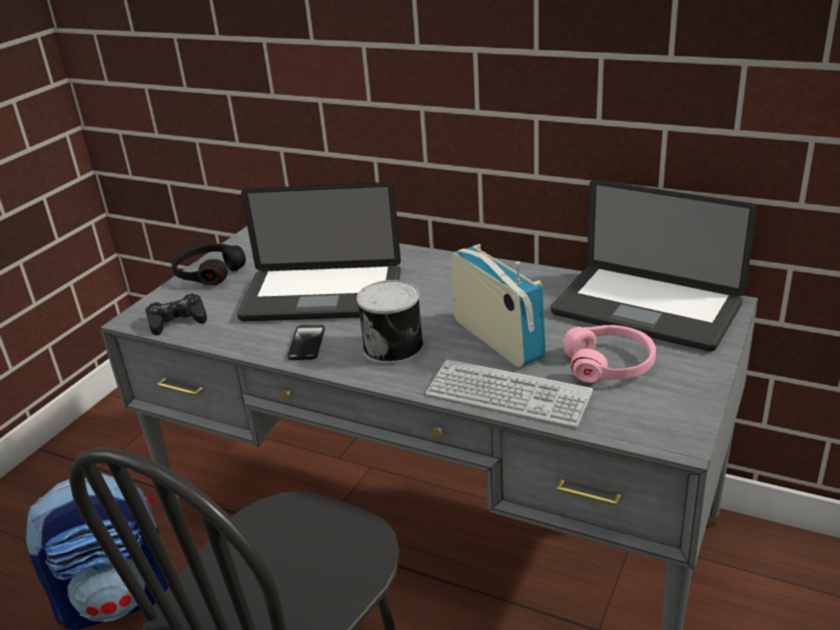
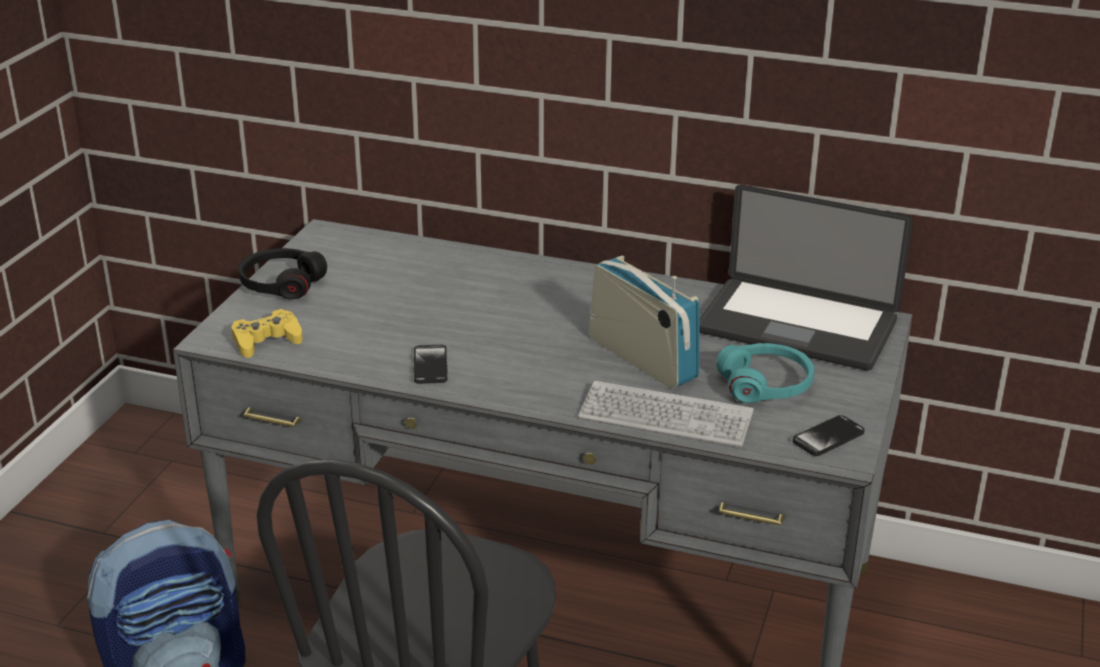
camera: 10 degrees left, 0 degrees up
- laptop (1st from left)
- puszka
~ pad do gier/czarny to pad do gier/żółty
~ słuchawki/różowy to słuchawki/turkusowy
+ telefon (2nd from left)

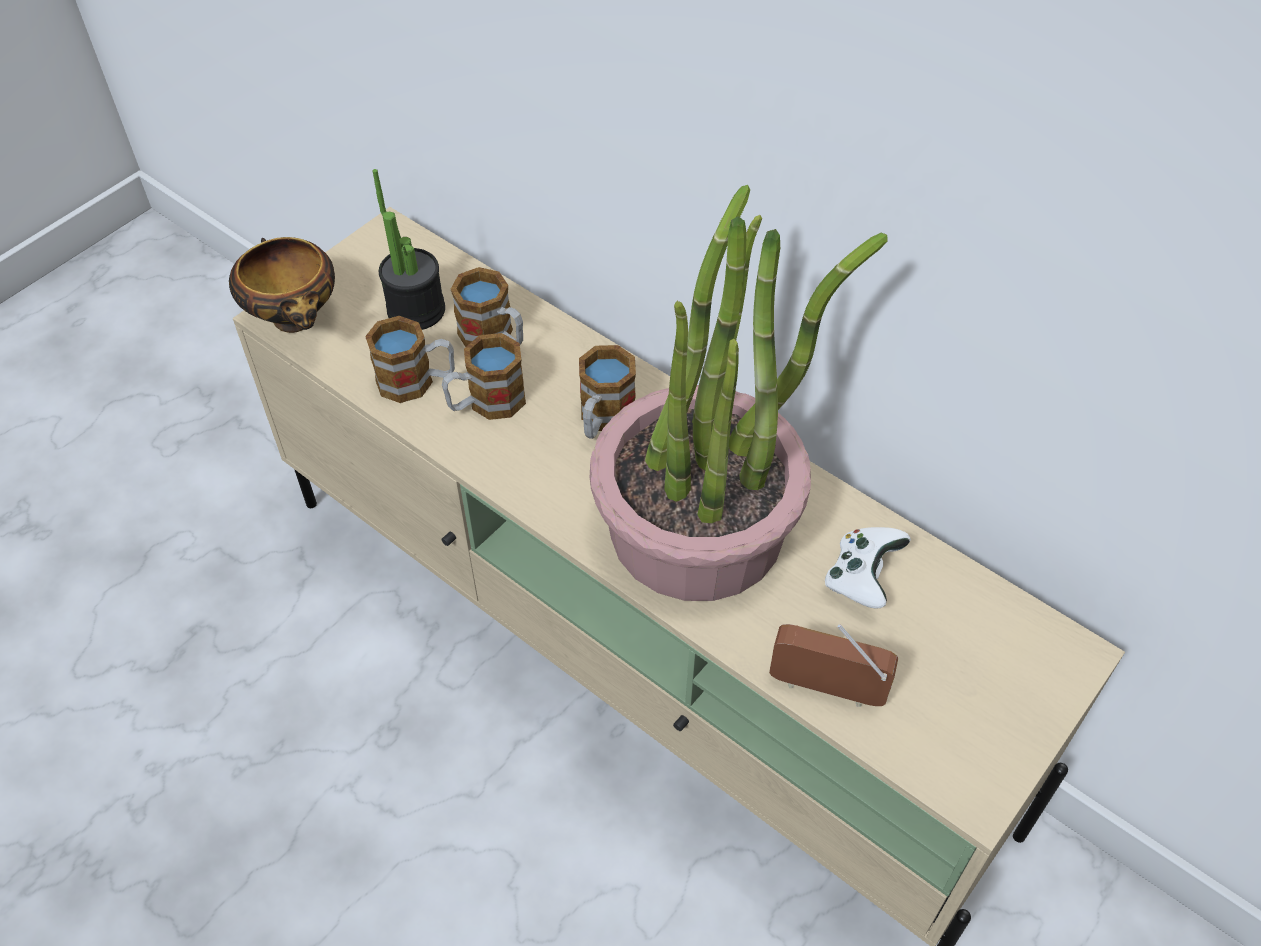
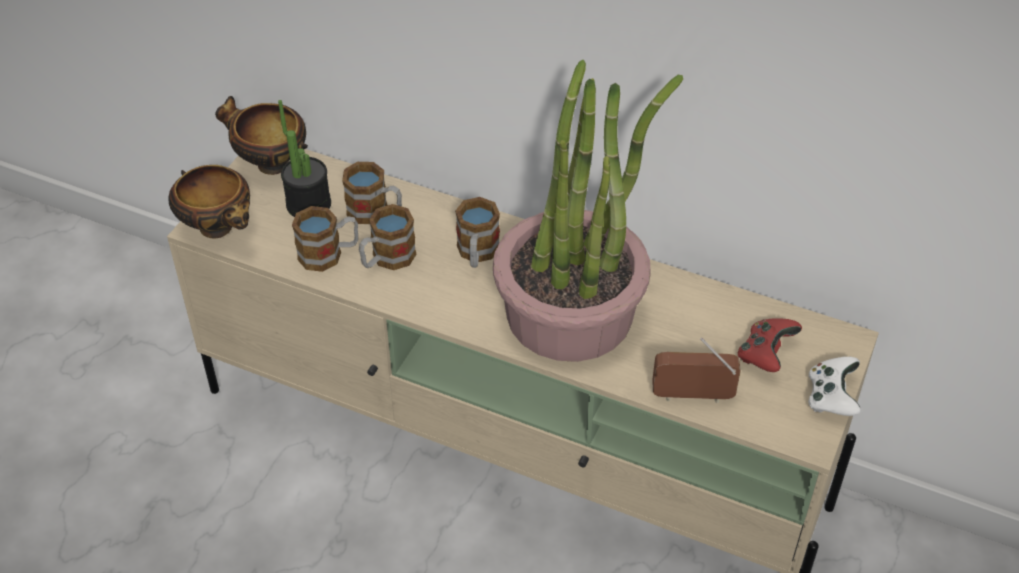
camera: 15 degrees left, 5 degrees down
~ pad do gier/biały
+ miska (2nd from left)
+ pad do gier/czerwony

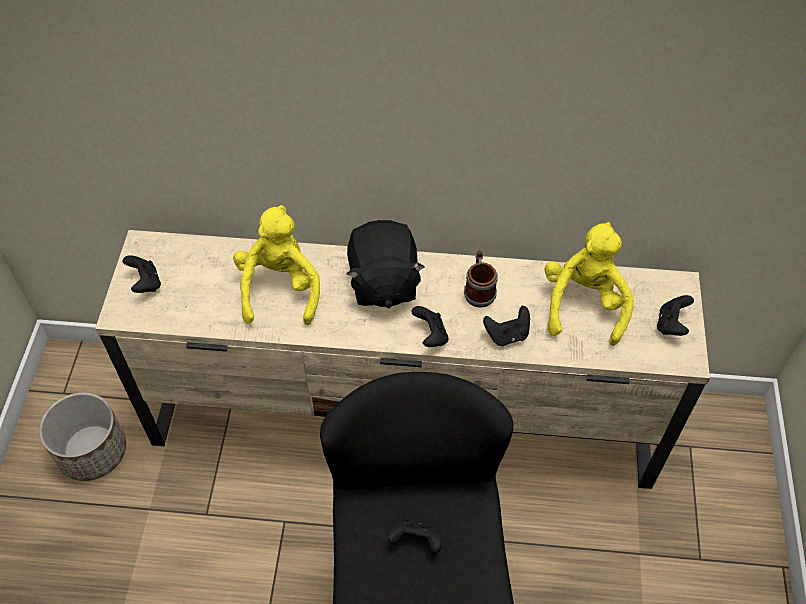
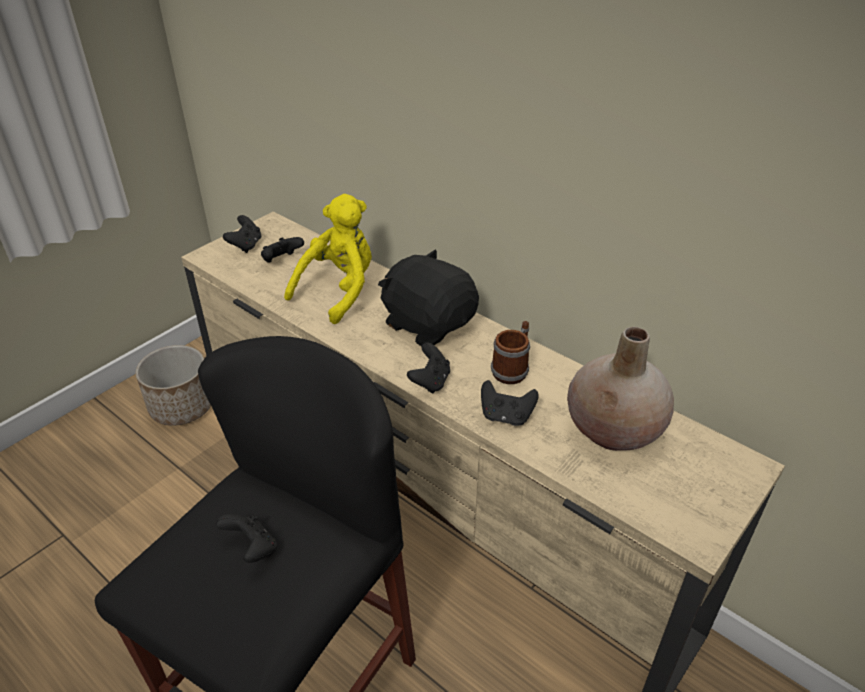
camera: 35 degrees right, 15 degrees down
~ pluszak/czarny 105 degrees clockwise
~ pluszak/żółty (2nd from left) to wazon/beżowy
~ pad do gier/czarny (5th from left in the first image) to pad do gier/czarny (3rd from left)

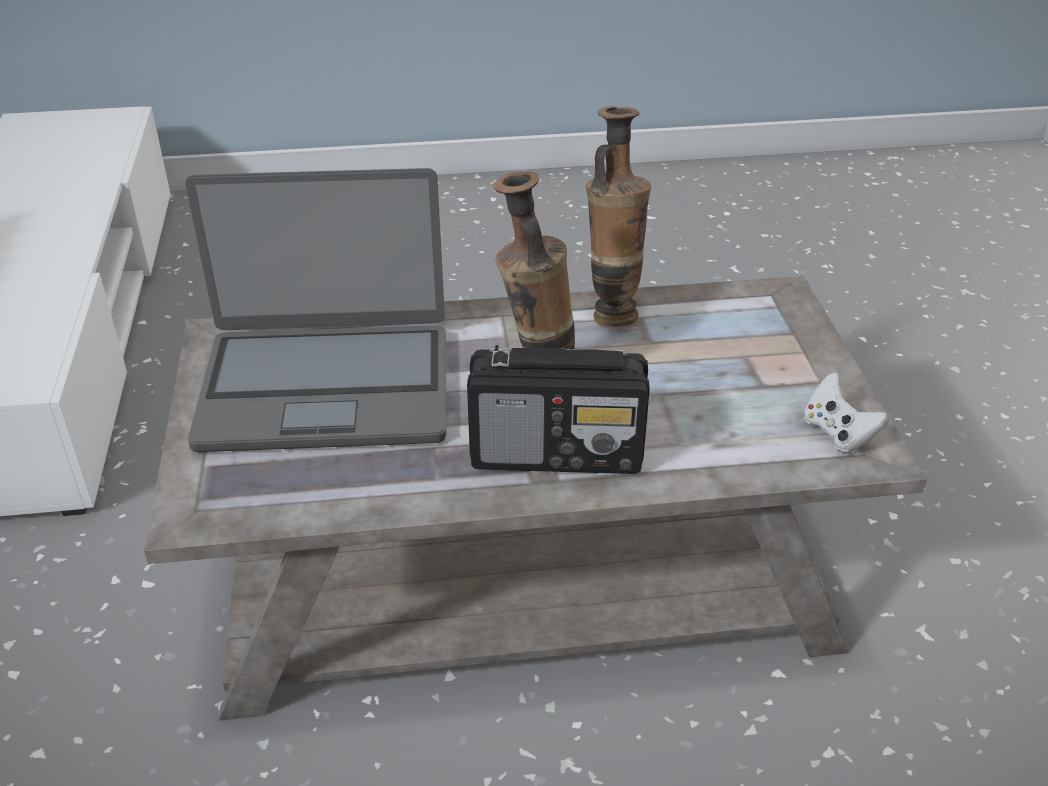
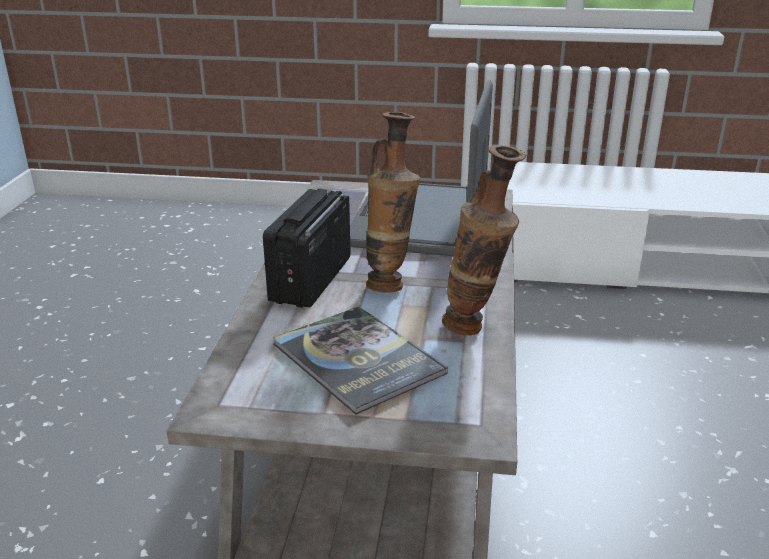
camera: 105 degrees right, 10 degrees down
- pad do gier/biały
+ książka

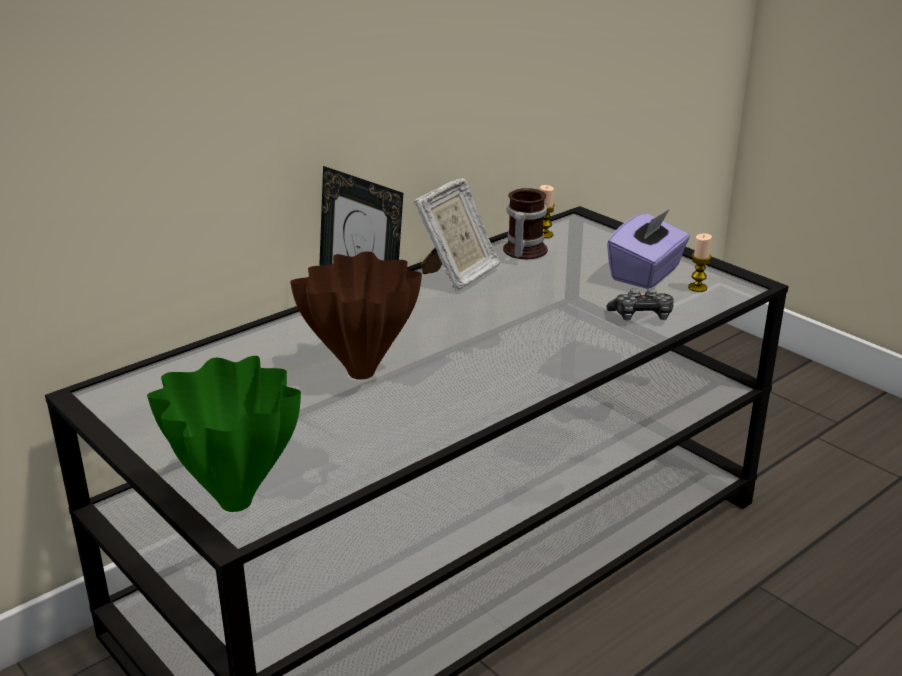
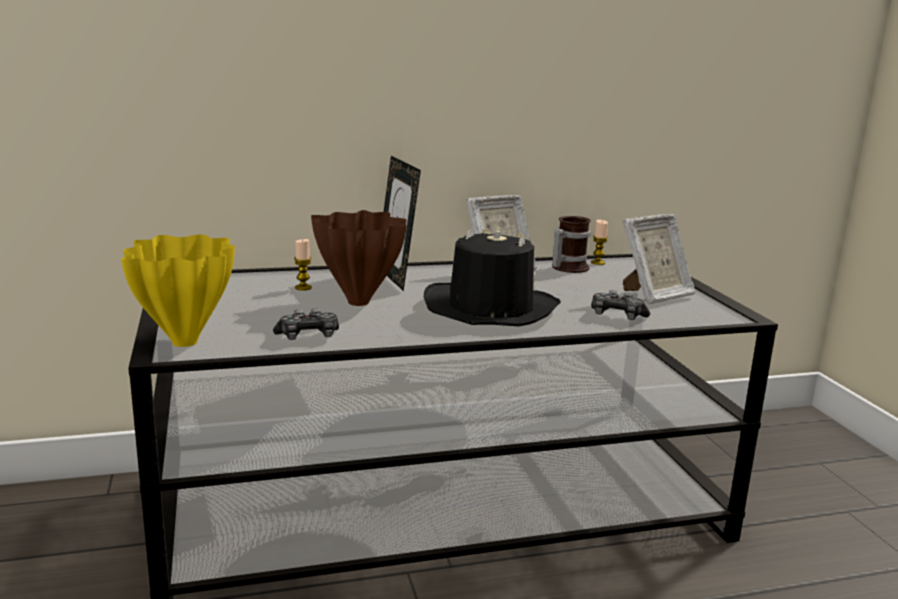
camera: 25 degrees right, 10 degrees down
~ pudełko chusteczek/fioletowy to ramka na zdjęcie (3rd from left)
~ świeca (2nd from left in the first image) to świeca (1st from left)
~ wazon/zielony to wazon/żółty
+ kapelusz/czarny
+ pad do gier (1st from left)

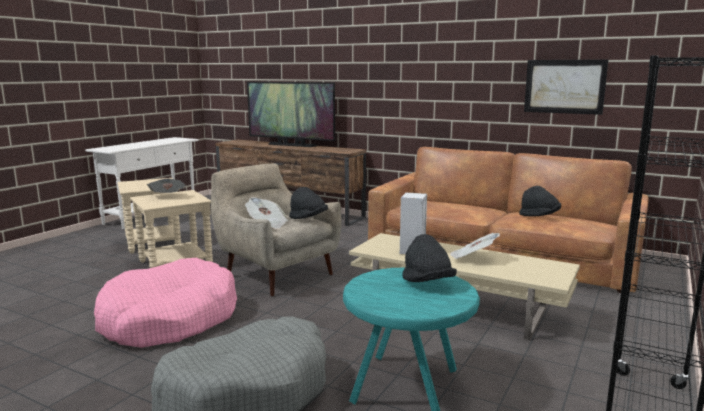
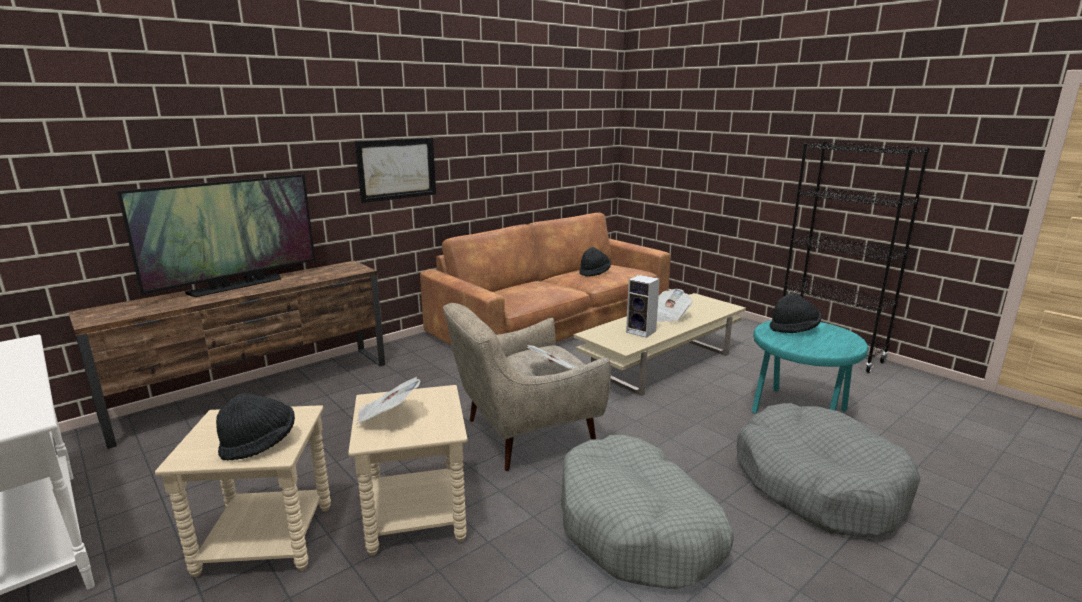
camera: 70 degrees left, 5 degrees up
~ obraz
~ kapelusz/czarny (1st from left)
~ legowisko/różowy to legowisko/szary (1st from left)

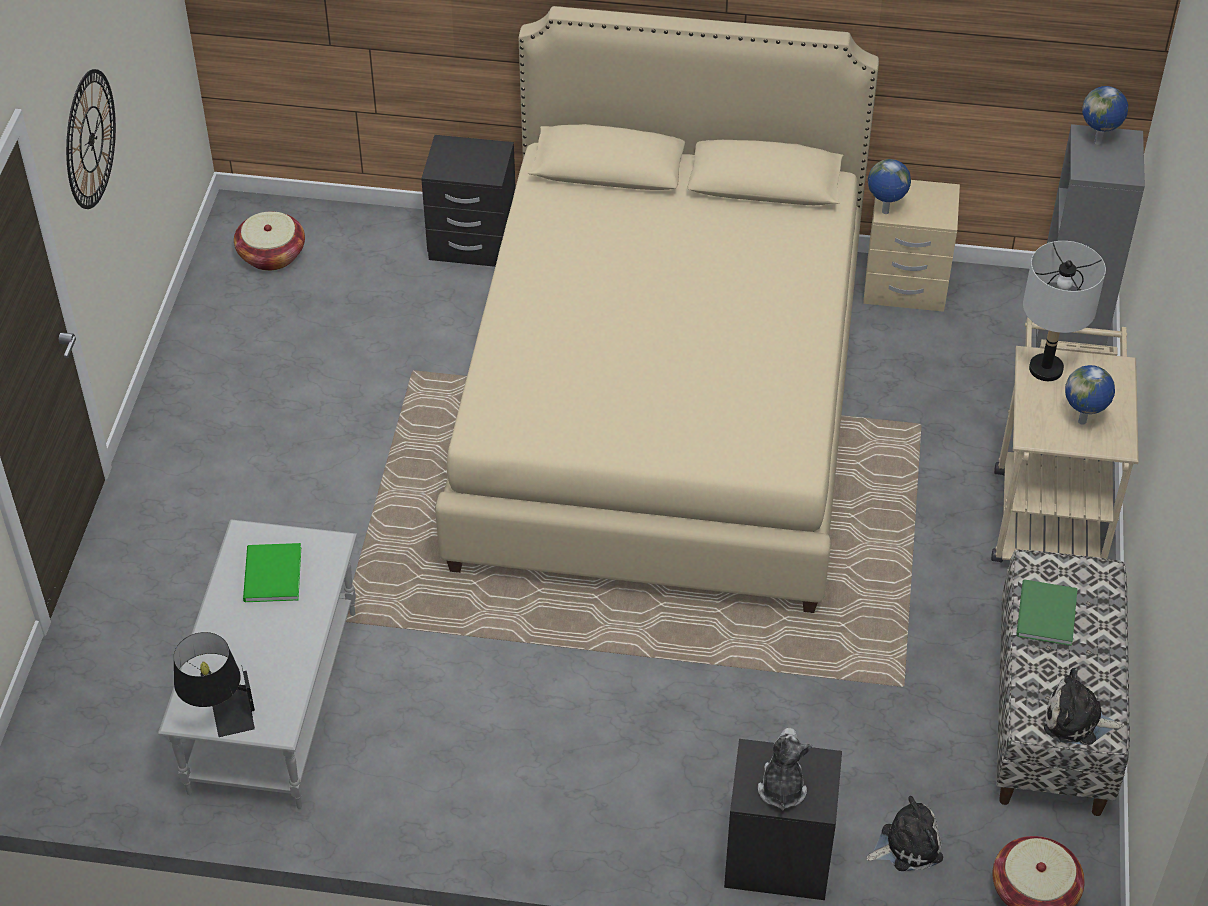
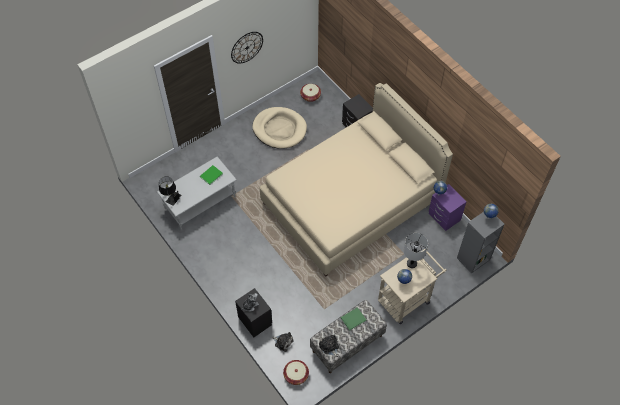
camera: 45 degrees right, 10 degrees up
~ szafka nocna/beżowy to szafka nocna/fioletowy
+ legowisko/beżowy

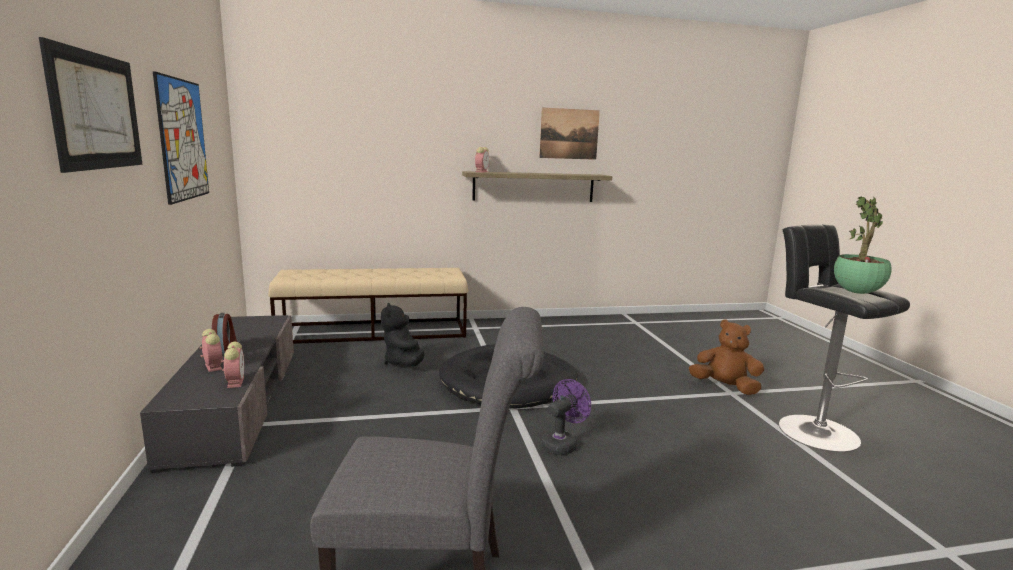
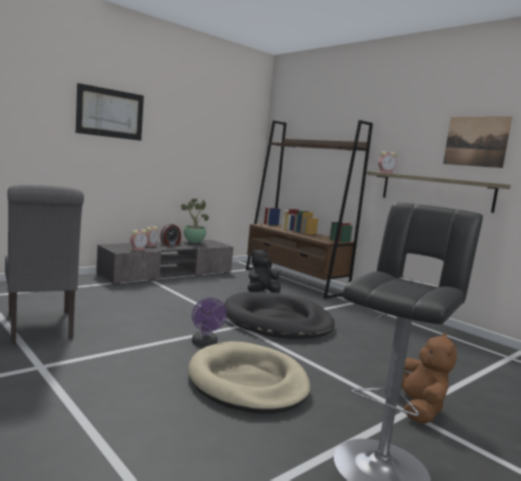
camera: 60 degrees right, 5 degrees down
- obraz (2nd from left)
~ roślina doniczkowa
~ ławka/beżowy to regał/brązowy
~ wentylator/fioletowy 60 degrees clockwise
+ legowisko/beżowy

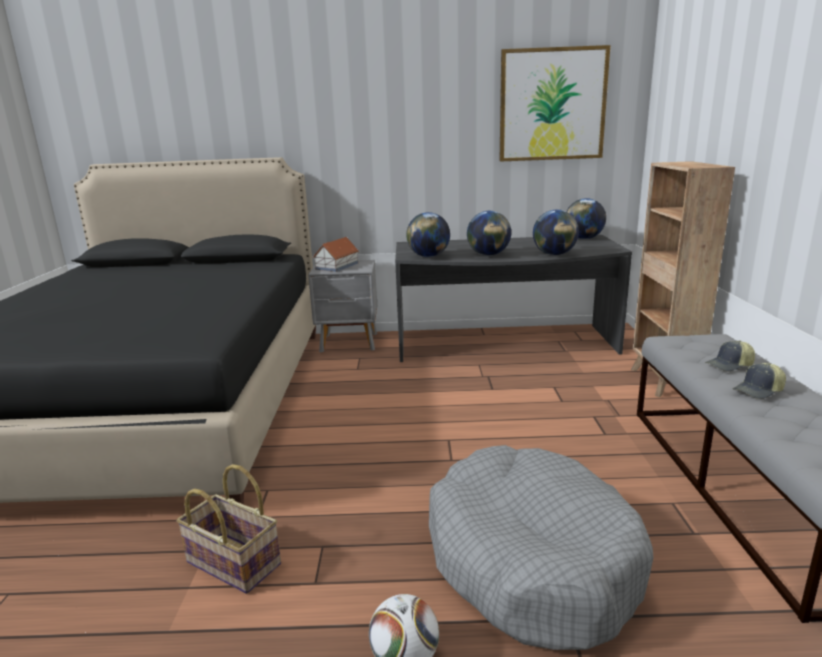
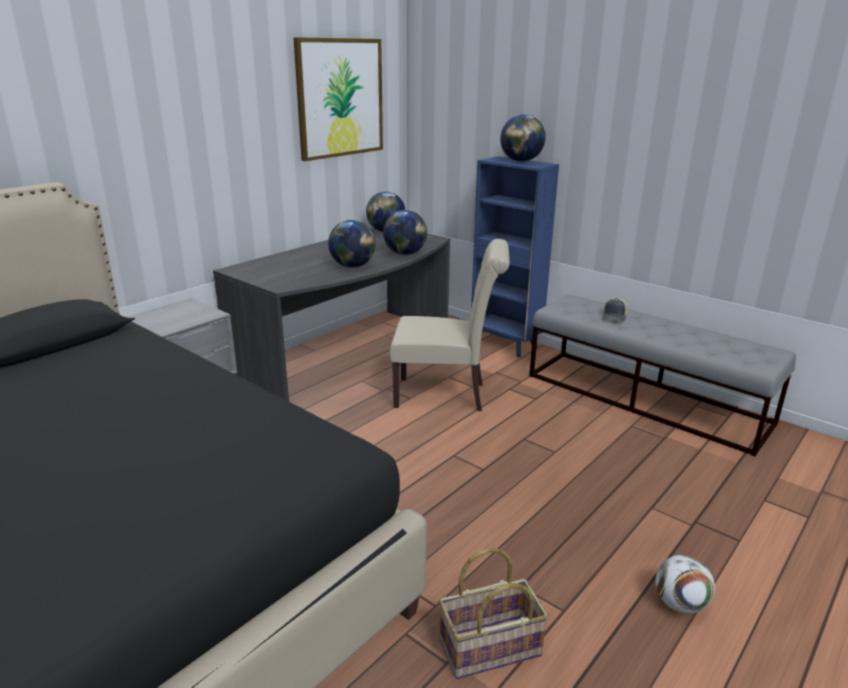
camera: 50 degrees left, 5 degrees up
~ regał/brązowy to regał/niebieski
~ globus (1st from left in the first image) to globus (4th from left)
- domek
- czapka z daszkiem (2nd from left)
- legowisko/szary
+ krzesło/beżowy

